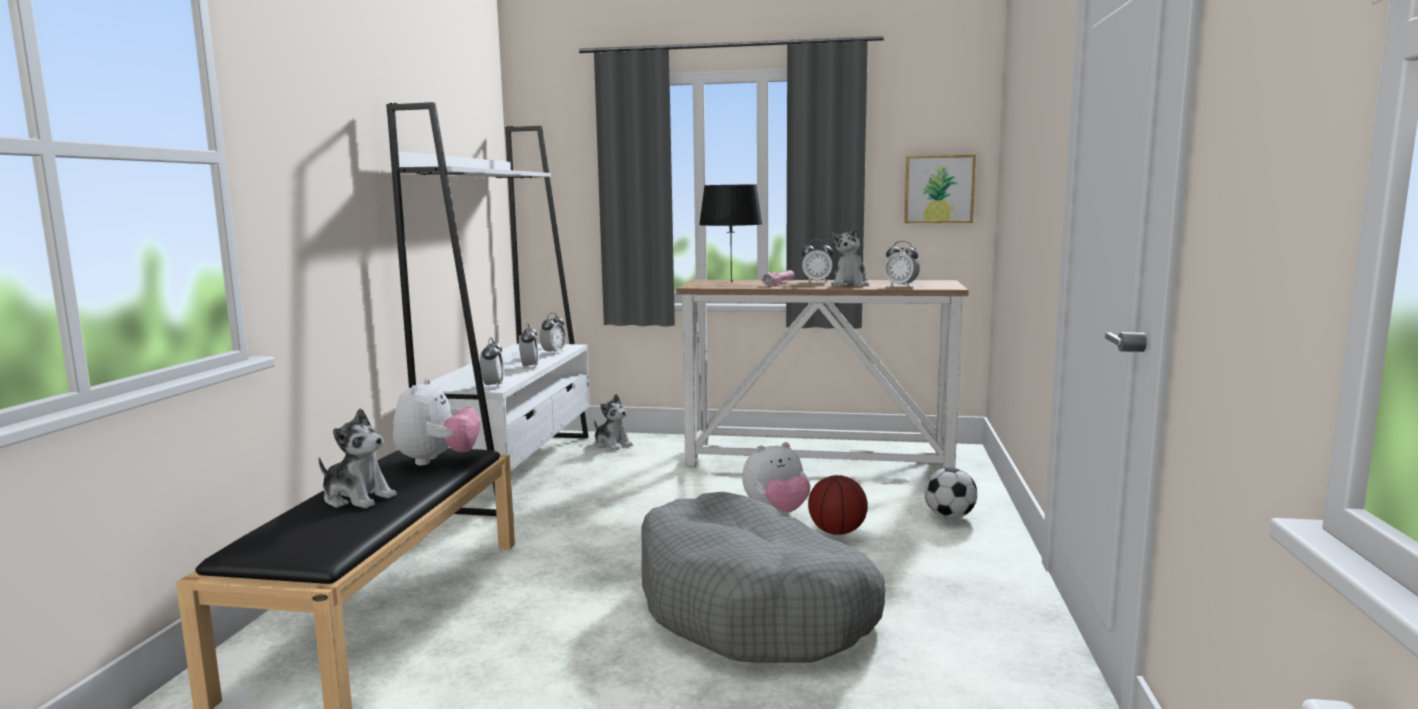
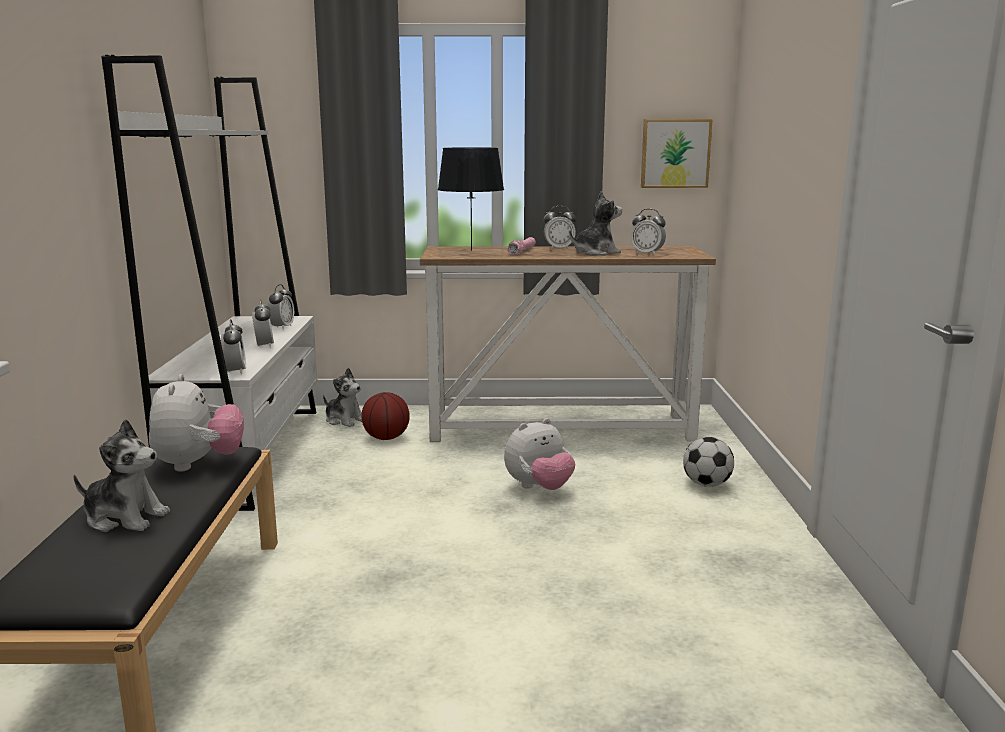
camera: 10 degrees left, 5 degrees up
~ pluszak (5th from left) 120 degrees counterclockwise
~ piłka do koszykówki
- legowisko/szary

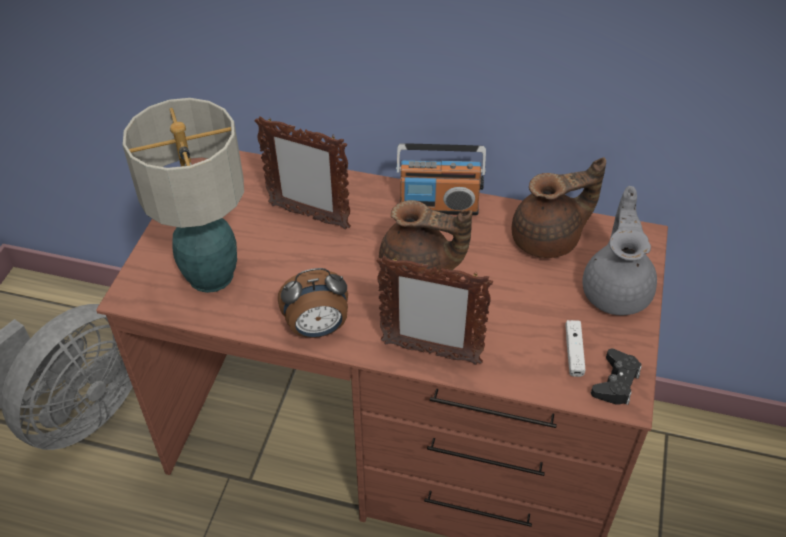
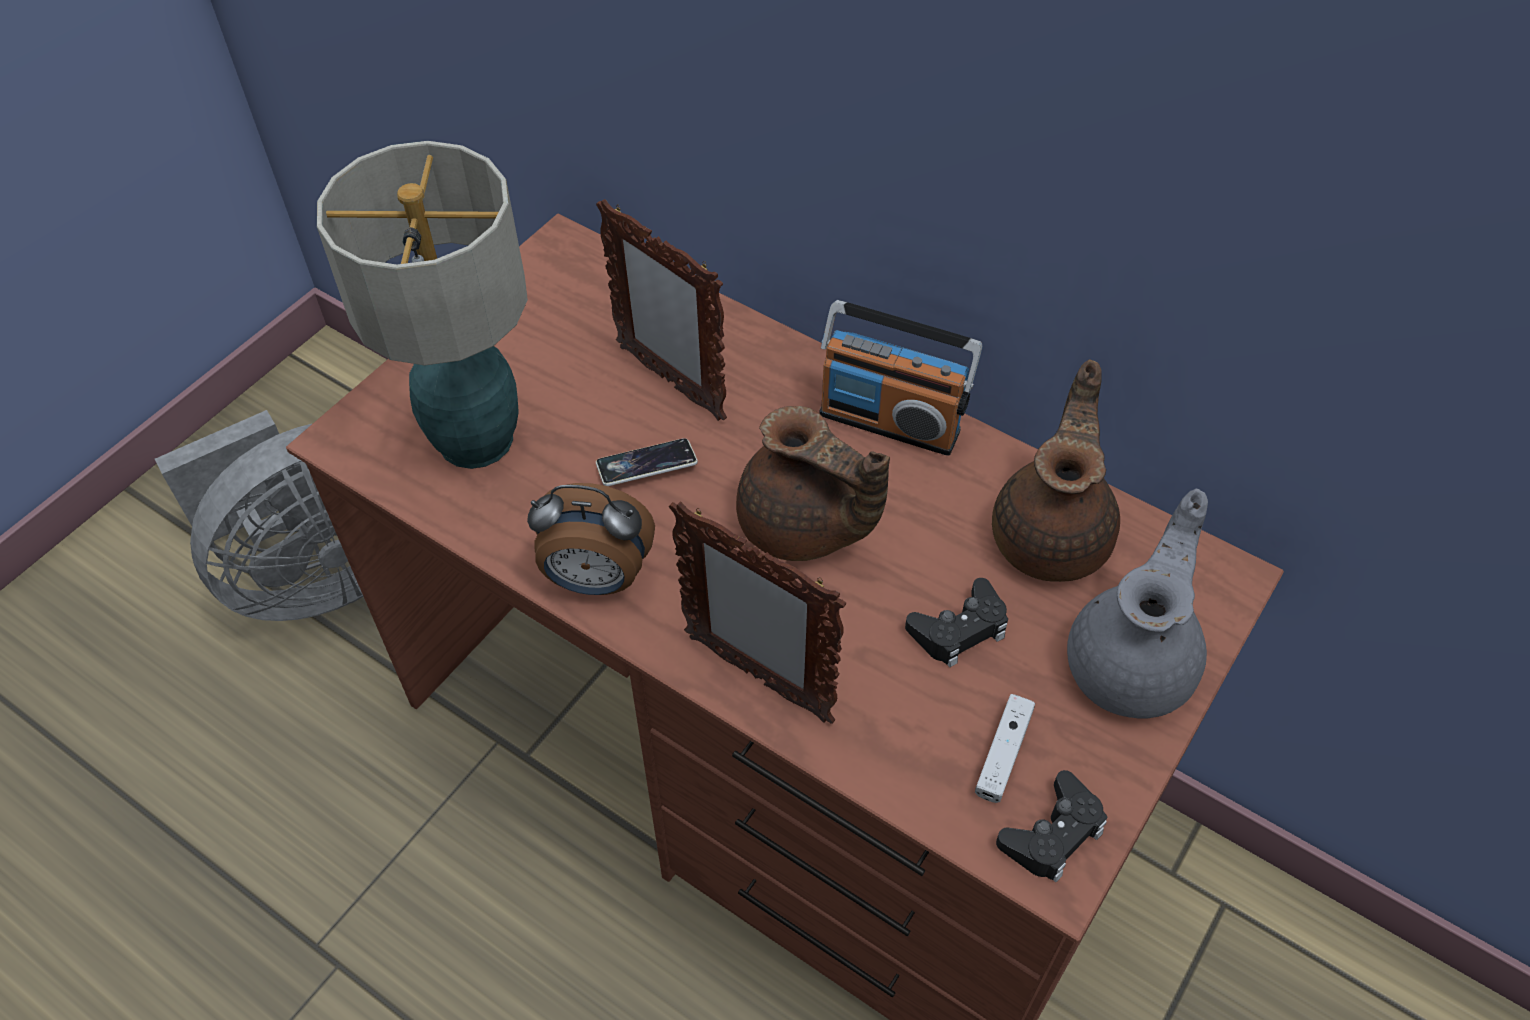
camera: 20 degrees right, 5 degrees up
~ imbryk/brązowy (2nd from left) 75 degrees counterclockwise
+ telefon
+ pad do gier/czarny (1st from left)

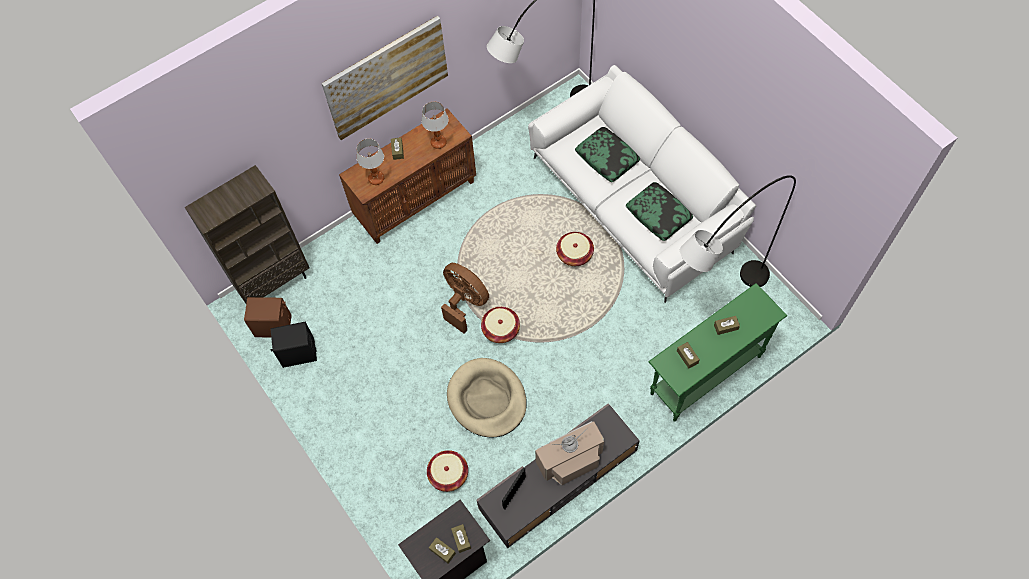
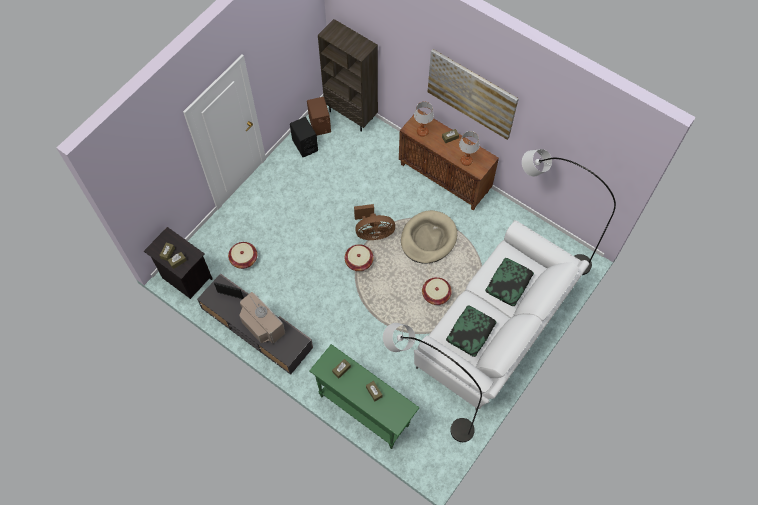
camera: 70 degrees right, 0 degrees up
~ wentylator/brązowy 60 degrees clockwise
~ legowisko/beżowy

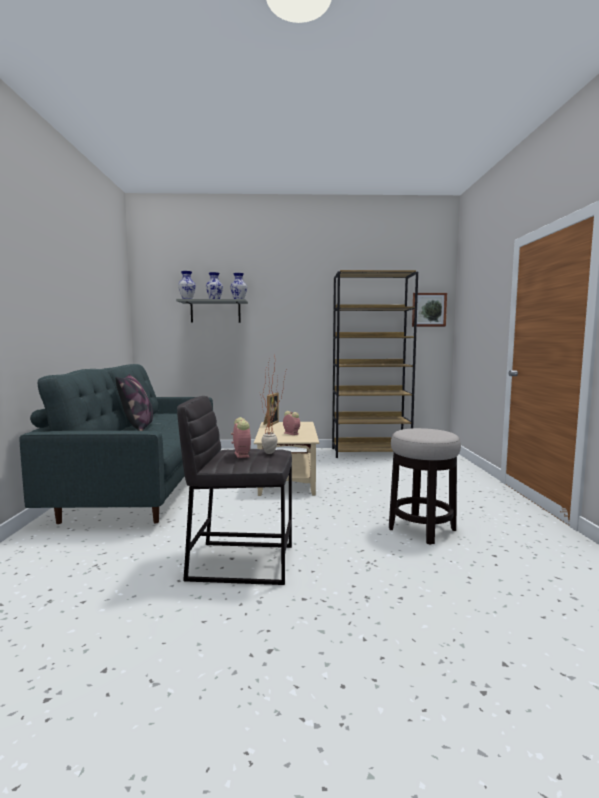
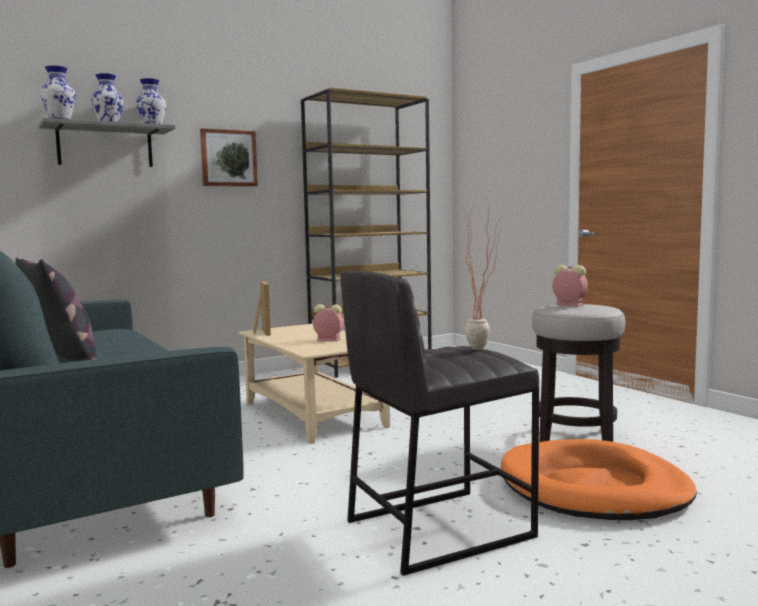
camera: 30 degrees left, 0 degrees up
~ obraz
~ budzik (1st from left in the first image) to budzik (2nd from left)
+ legowisko/pomarańczowy

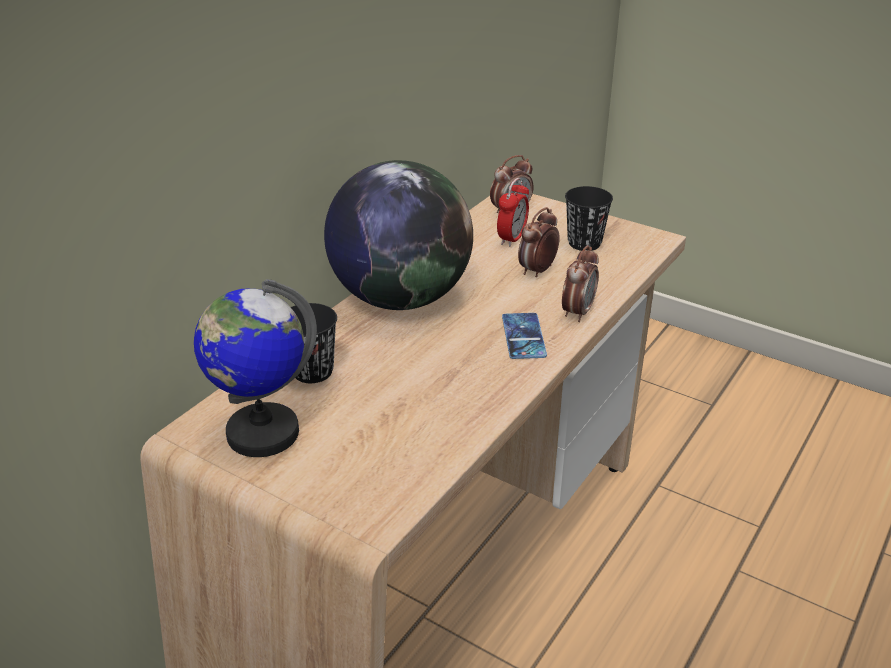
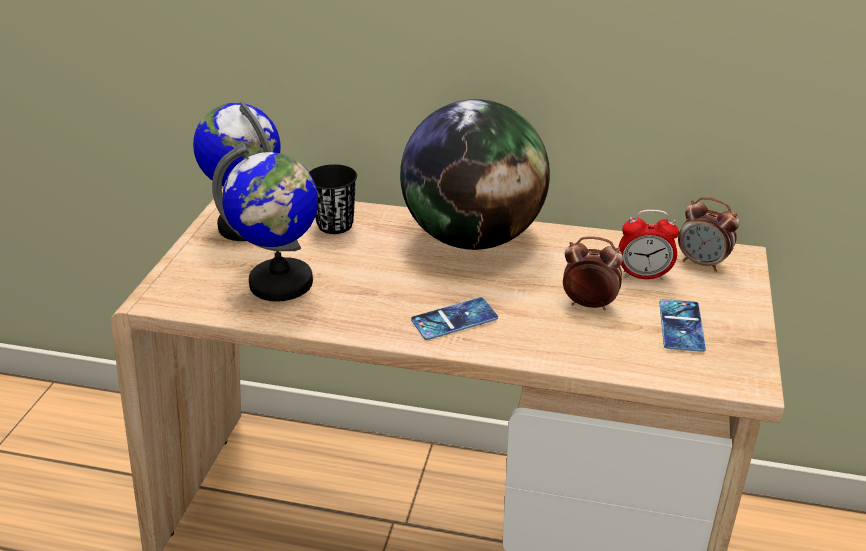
camera: 70 degrees right, 0 degrees up
~ filiżanka/czarny (2nd from left) to telefon (2nd from left)
- budzik (4th from left)
+ globus (2nd from left)

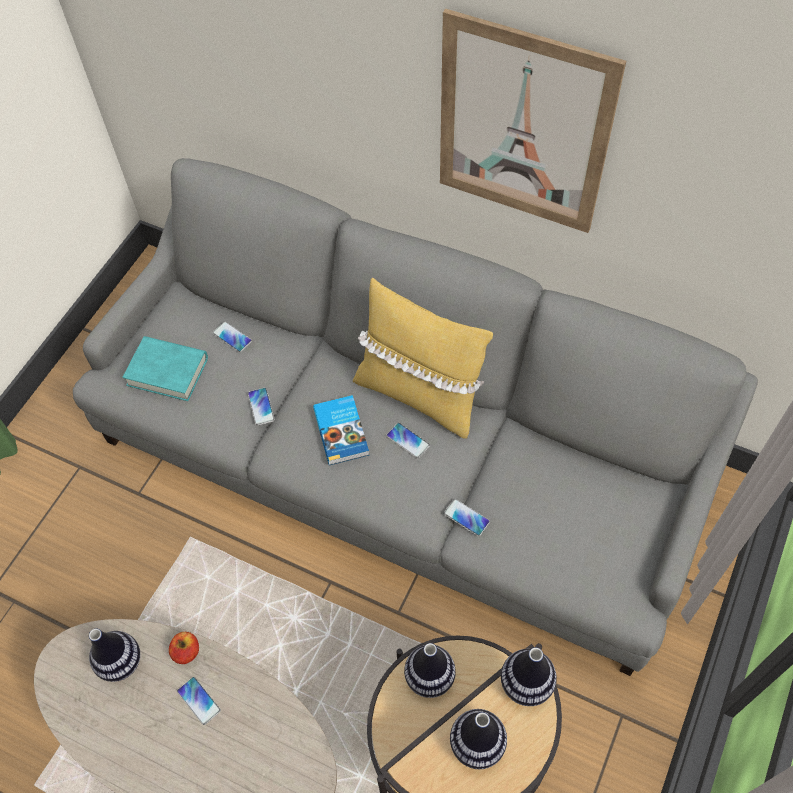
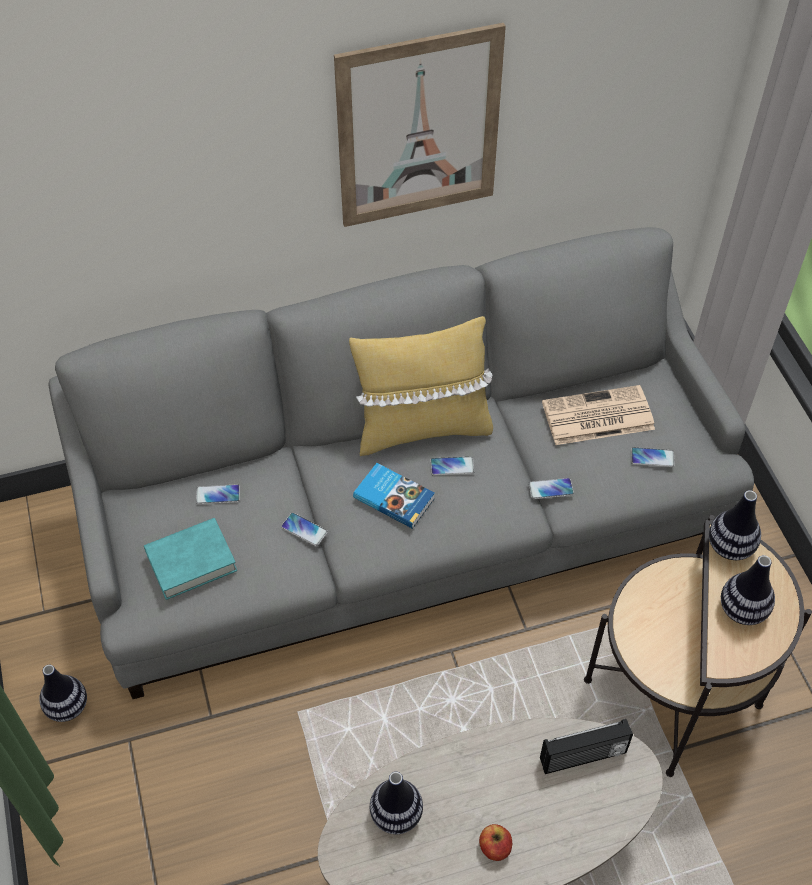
camera: 45 degrees left, 5 degrees down
~ jabłko
~ wazon (2nd from left in the first image) to wazon (1st from left)
~ telefon (1st from left in the first image) to telefon (5th from left)
+ gazeta
+ radio

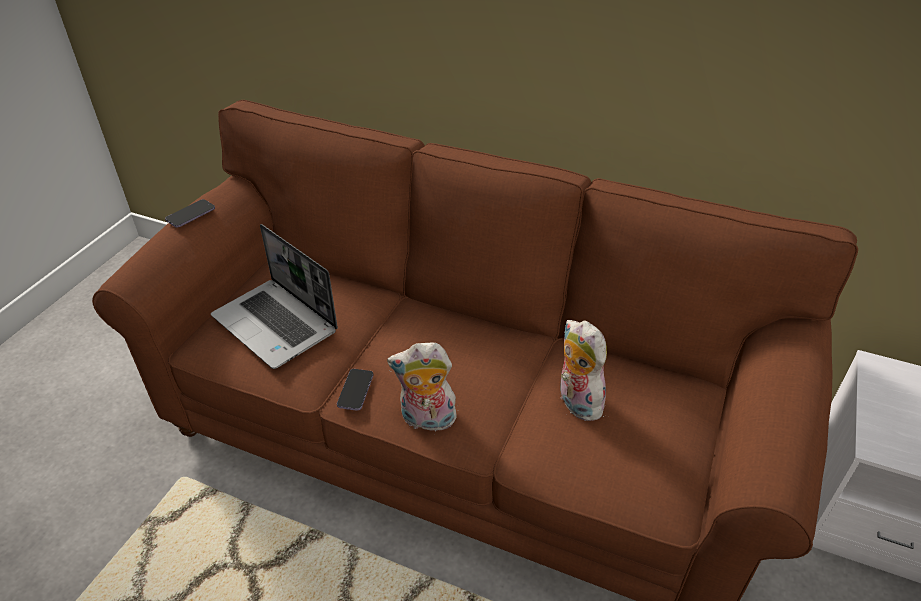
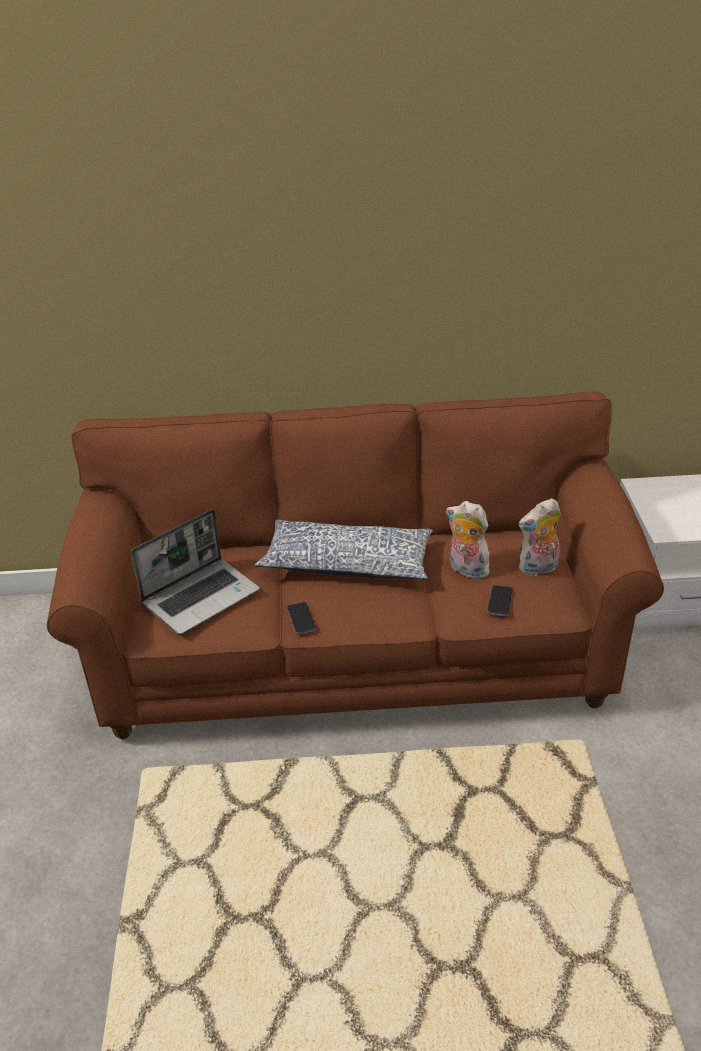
camera: 25 degrees left, 5 degrees down
~ telefon (1st from left in the first image) to telefon (2nd from left)
~ laptop 60 degrees counterclockwise
~ pluszak (1st from left in the first image) to pluszak (2nd from left)
+ poduszka

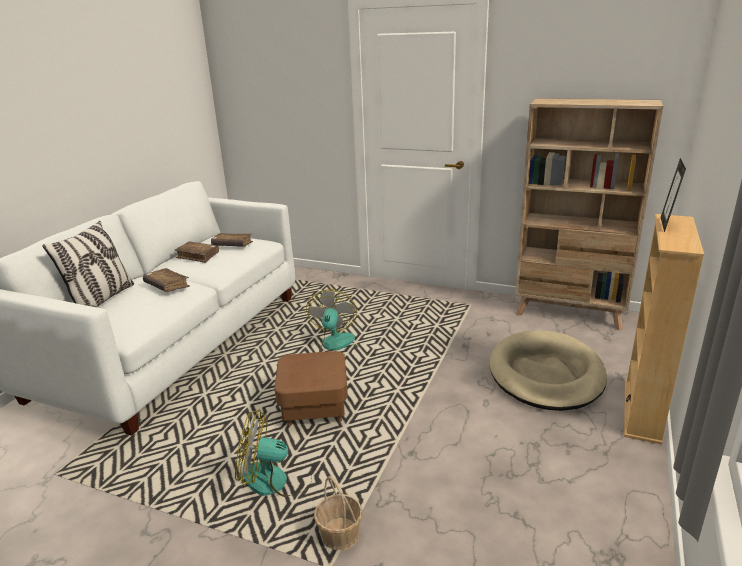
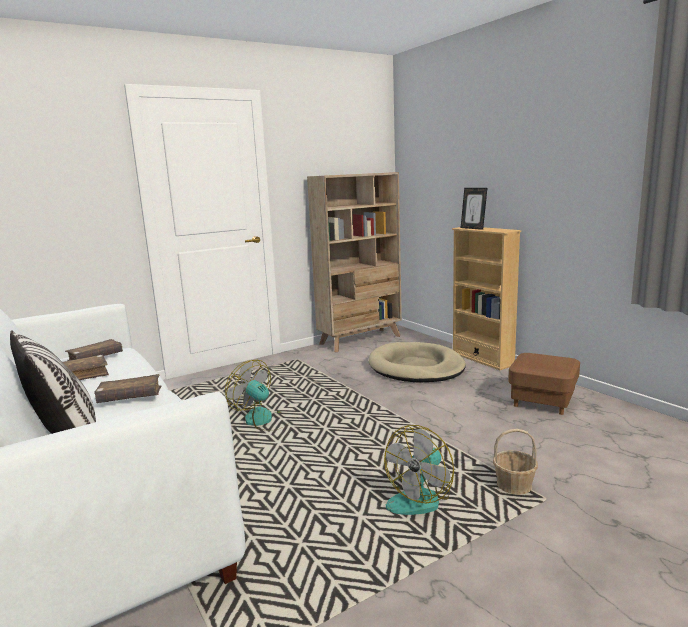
camera: 55 degrees left, 10 degrees down
~ pufa/brązowy

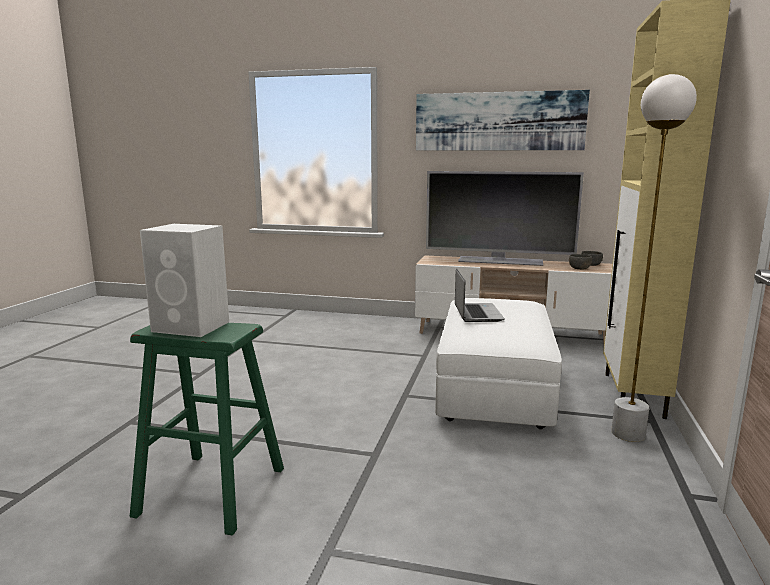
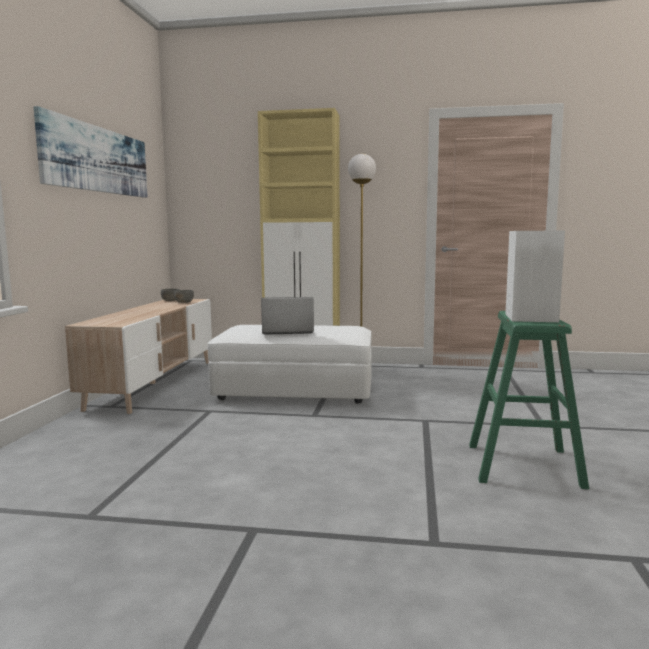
camera: 95 degrees left, 5 degrees down
- telewizor

